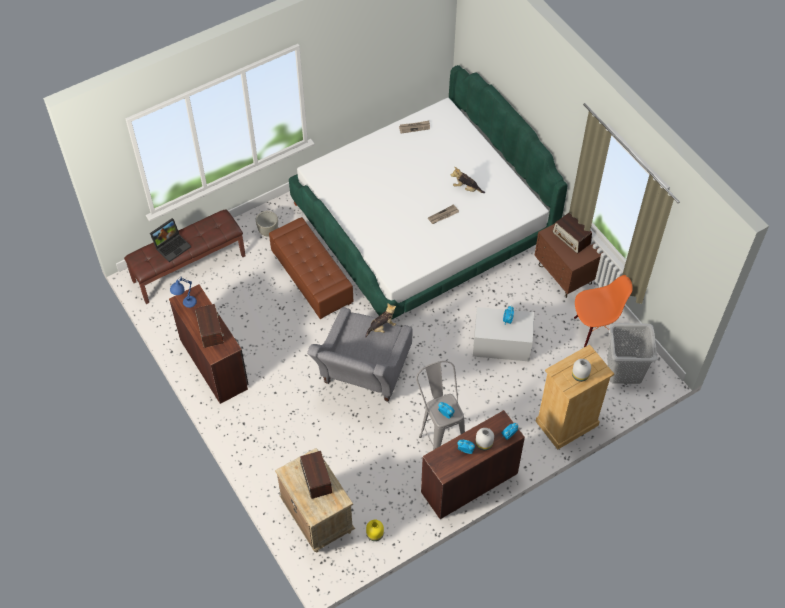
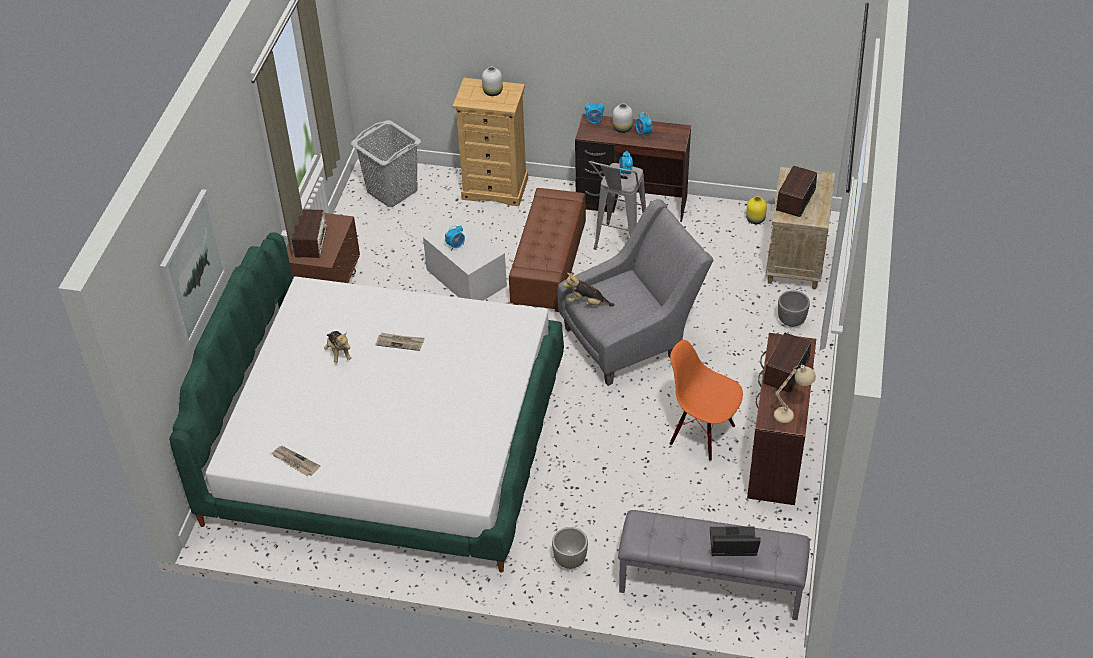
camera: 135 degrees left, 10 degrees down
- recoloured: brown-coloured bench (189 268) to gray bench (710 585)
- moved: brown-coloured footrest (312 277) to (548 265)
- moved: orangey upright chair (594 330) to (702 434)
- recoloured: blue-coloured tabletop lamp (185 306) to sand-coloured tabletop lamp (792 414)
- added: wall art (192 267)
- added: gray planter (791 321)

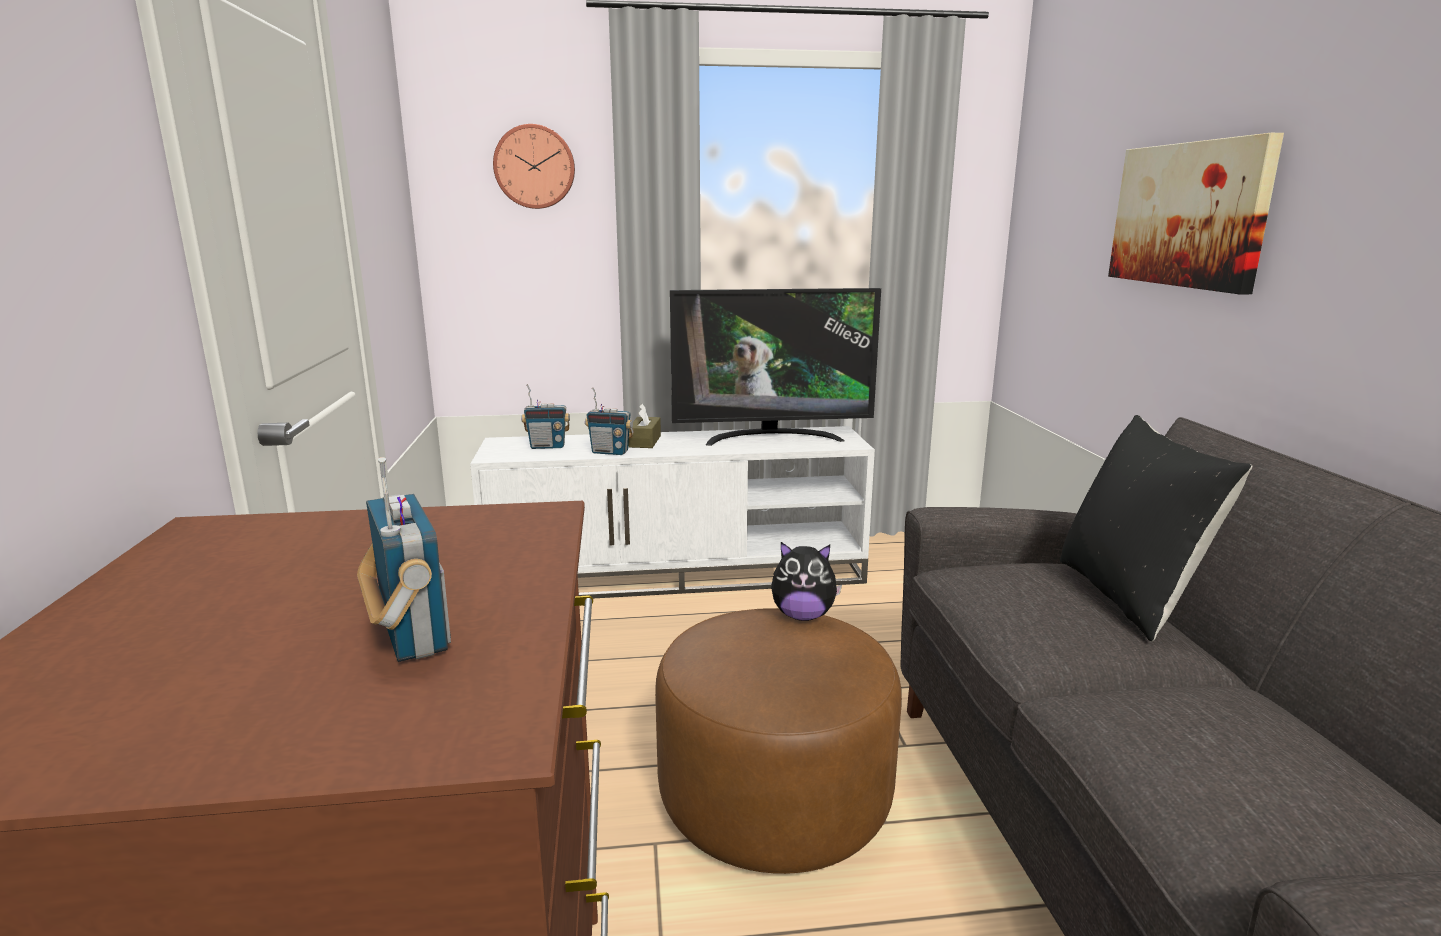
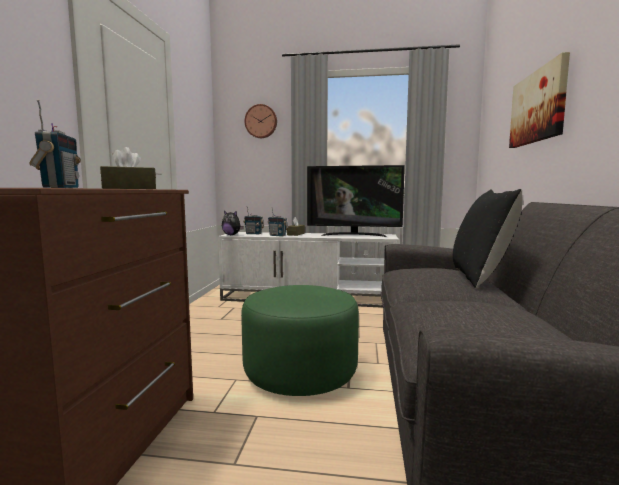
camera: 15 degrees right, 10 degrees down
- moved: plush toy (803 615) to (232 235)
- recoloured: brown-coloured footrest (773 798) to green footrest (300 372)
- added: brown-coloured box of tissues (129 188)

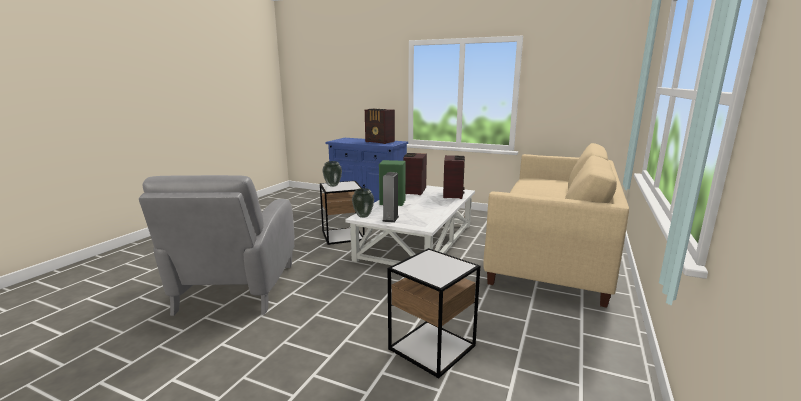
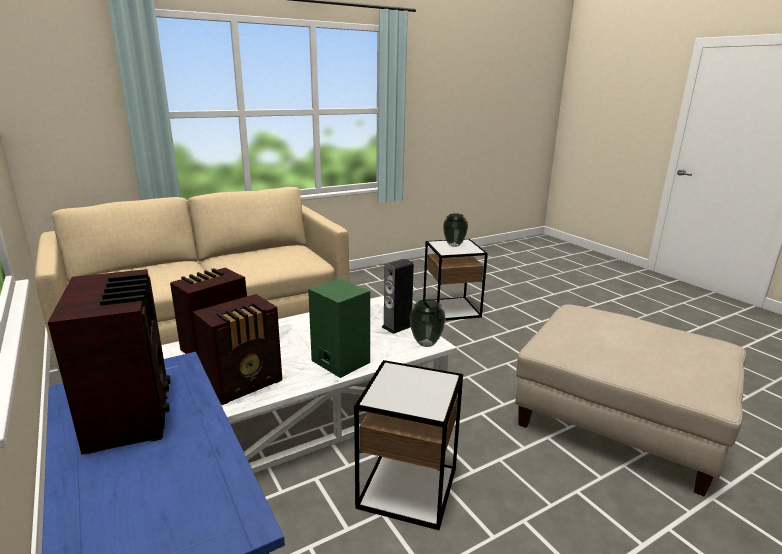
camera: 145 degrees left, 5 degrees up
- moved: decorative vase (333 185) to (454 245)
- replaced: gray armchair (236 290) to sand-coloured footrest (619 418)

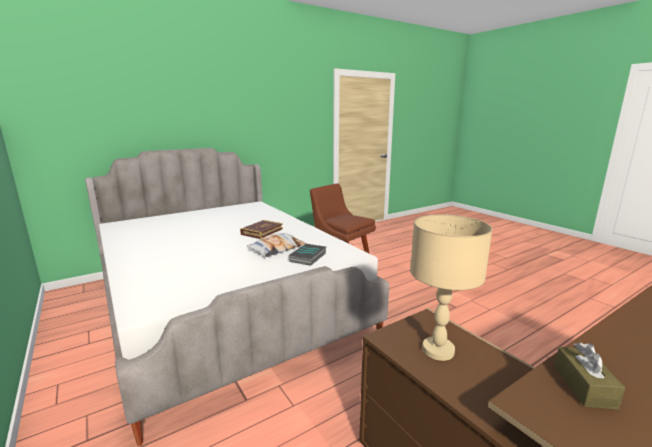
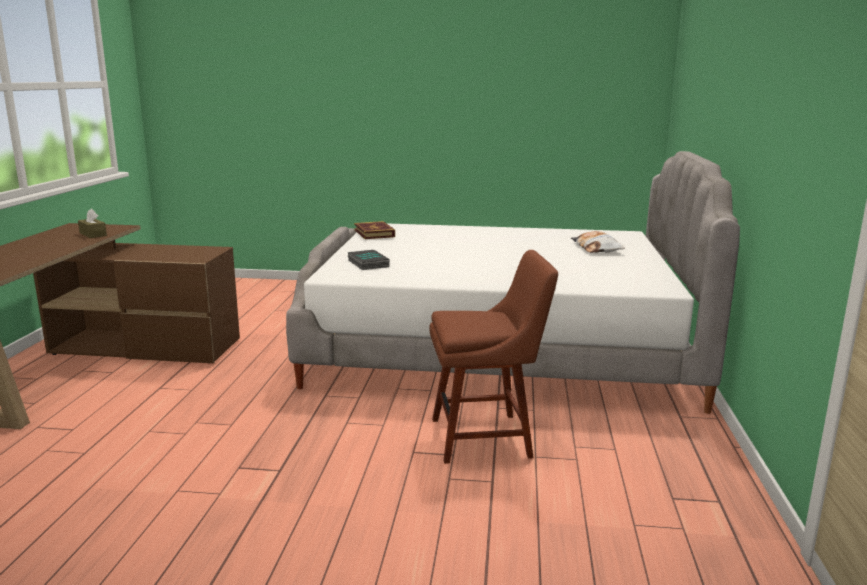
camera: 130 degrees right, 0 degrees up
- removed: sand-coloured tabletop lamp (438 351)
- moved: book (262 231) to (374 233)
- moved: cushion (277 249) to (597 248)

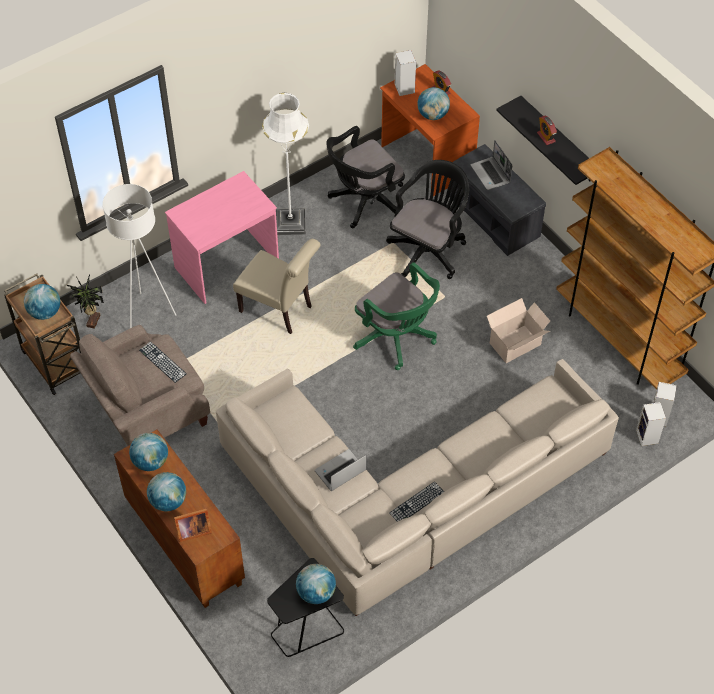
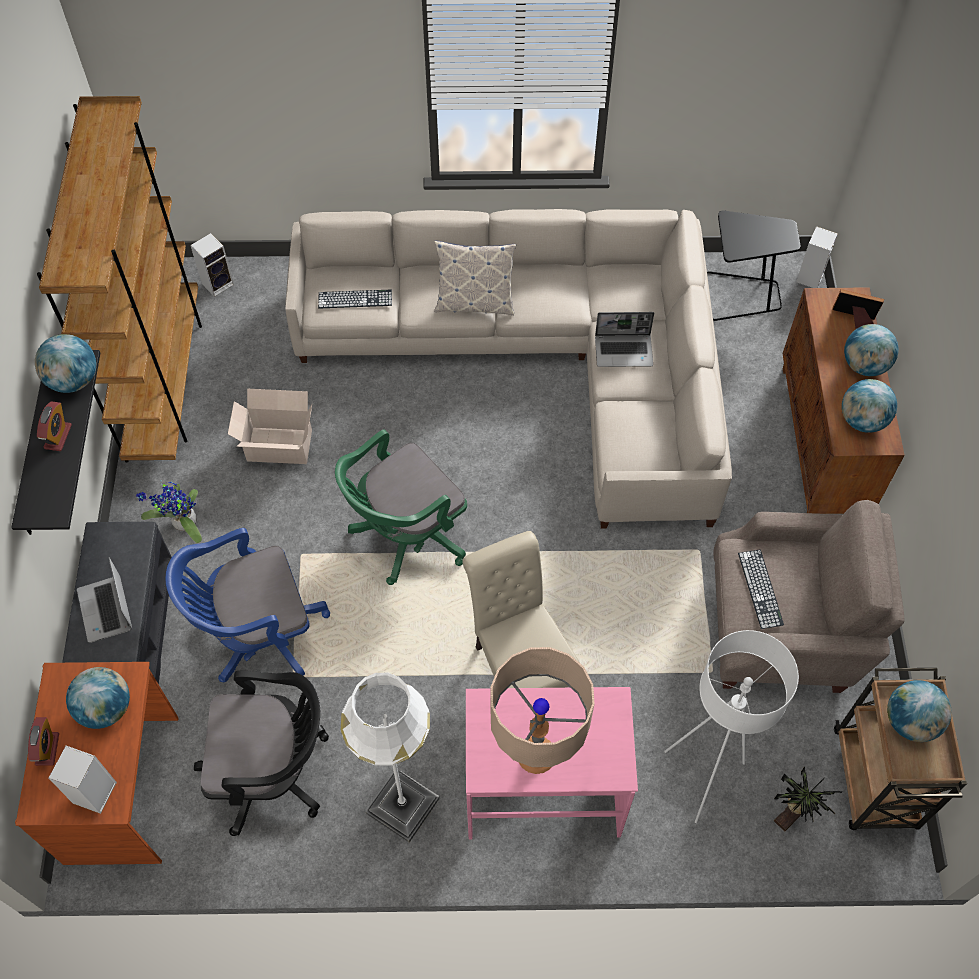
camera: 145 degrees left, 5 degrees up
- turned: notebook computer (491 174) = (106 610) 150 degrees clockwise
- recoloured: blackish desk chair (428 249) to blue-coloured desk chair (258 635)
- turned: green desk chair (397 338) = (406 536) 120 degrees counterclockwise
- moved: speaker (647 437) to (810 276)
- moved: computer keyboard (417 502) to (355 299)
- moved: world globe (316 592) to (73 380)
- added: cushion (475 303)
- added: houseplant (182 524)
- added: sand-coloured tabletop lamp (536 754)

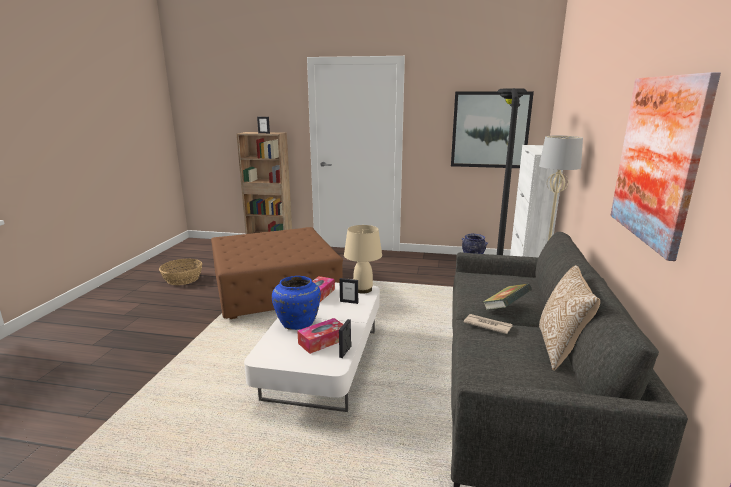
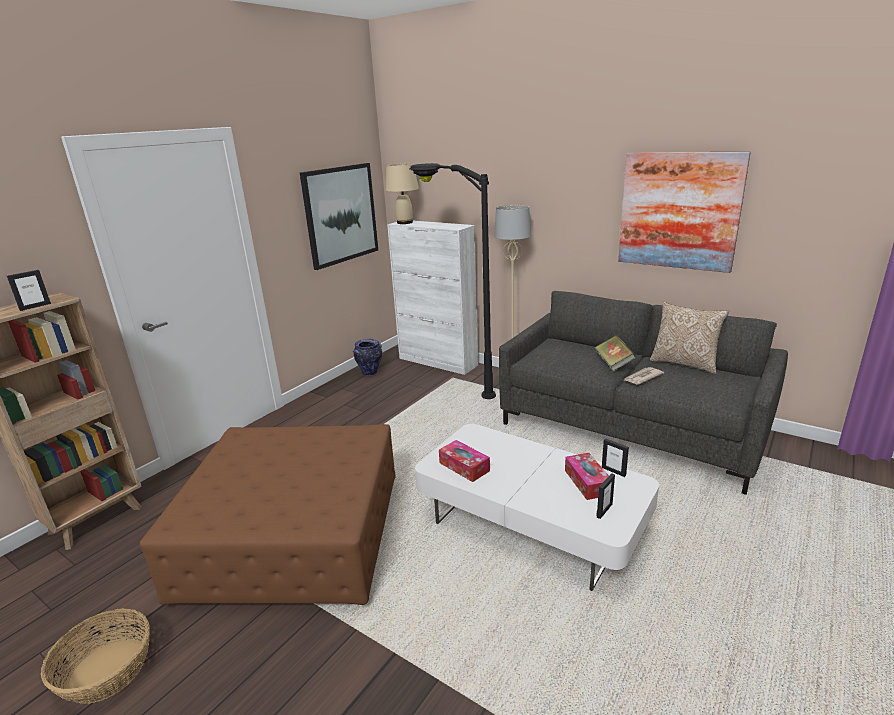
camera: 65 degrees left, 5 degrees up
- moved: sand-coloured tabletop lamp (363 290) to (405 222)
- removed: blue-coloured decorative vase (298 323)
- moved: standing frame (349 302) to (604 510)

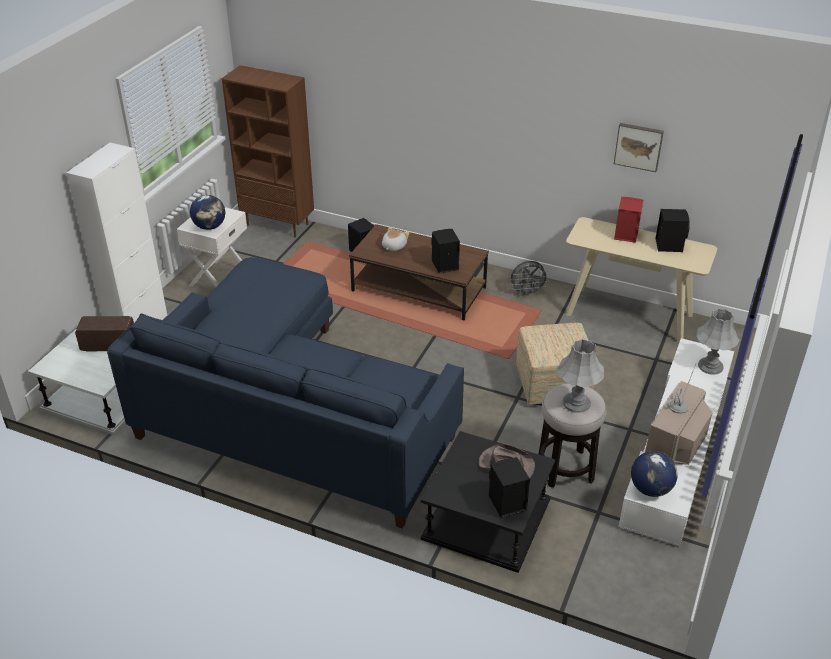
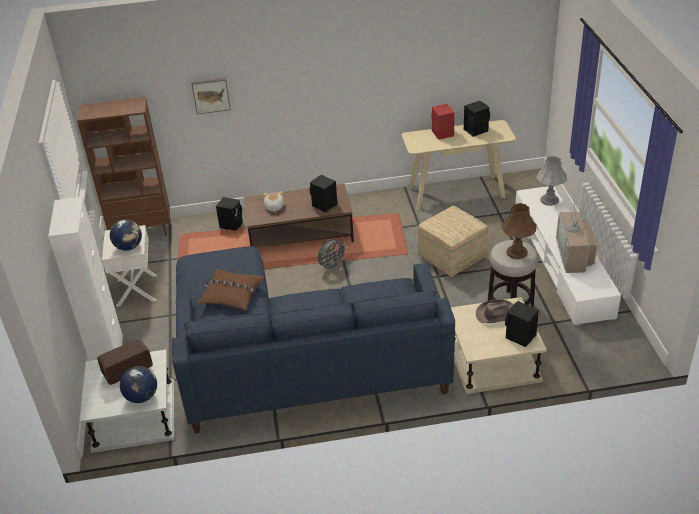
camera: 30 degrees left, 0 degrees up
- moved: wall art (638 146) to (211 95)
- moved: gray cooling fan (527 293) to (332 267)
- recoloured: gray tabletop lamp (576 403) to brown-coloured tabletop lamp (517 252)
- recoloured: blackish side table (486 519) to sand-coloured side table (493 360)
- moved: world globe (650 489) to (142 397)
- added: brown-coloured cushion (231 295)

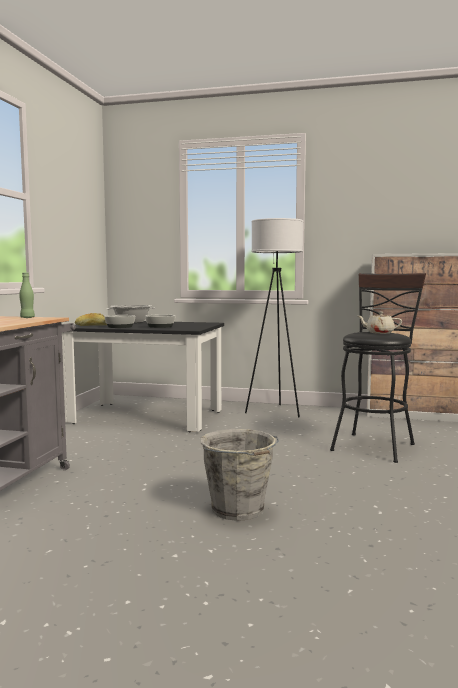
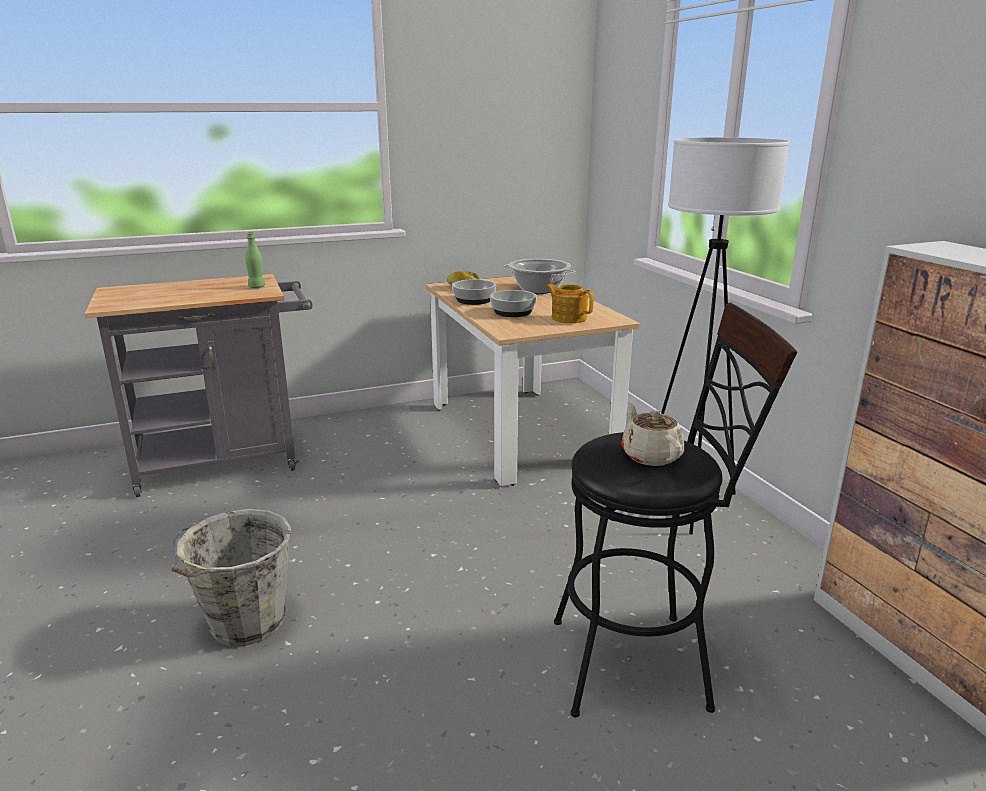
camera: 55 degrees right, 15 degrees up
- recoloured: blackish dinner table (146 417) to sand-coloured dinner table (520 432)
- added: pot for tea (568 318)

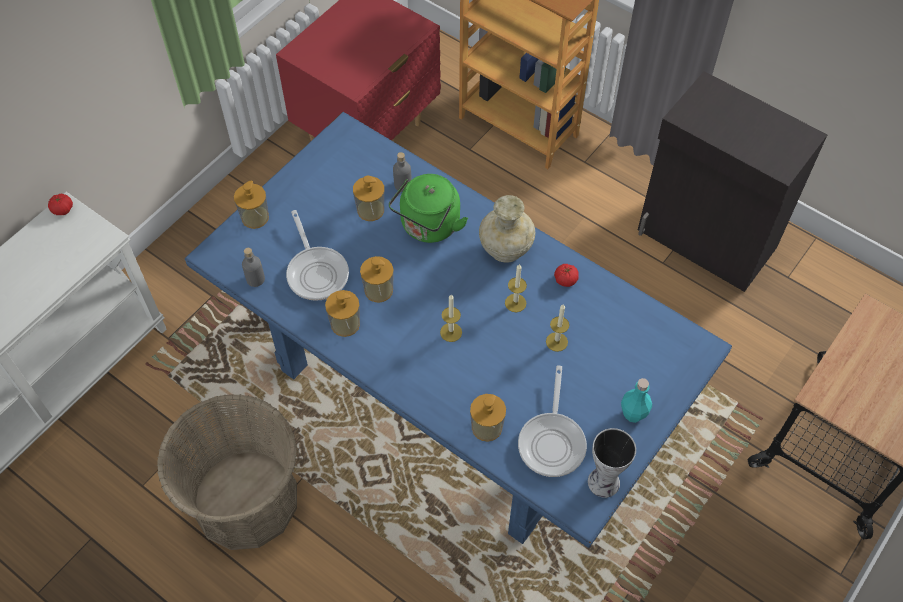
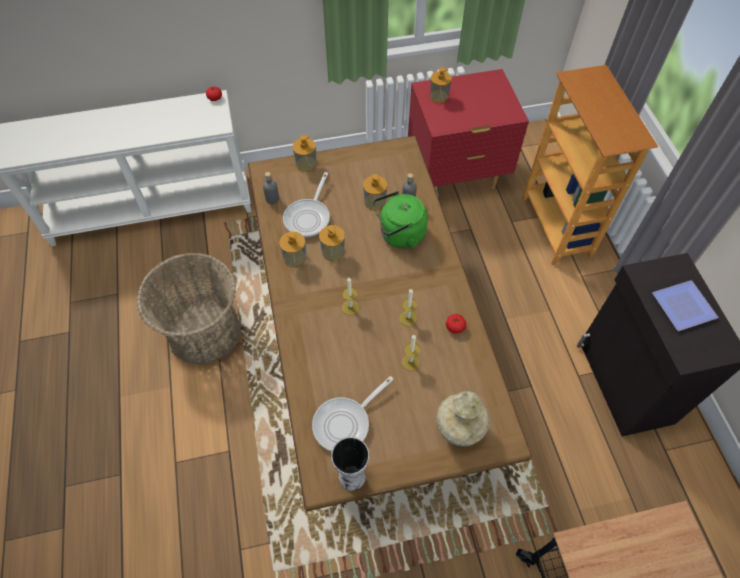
camera: 40 degrees right, 0 degrees up
- recoloured: blue-coloured dinner table (454 388) to brown-coloured dinner table (371 356)
- moved: sand-coloured decorative vase (506 251) to (458 430)
- removed: blue-green beverage bottle (633 414)
- moved: soap dispenser (487 427) to (439 96)
- added: plate (682 308)

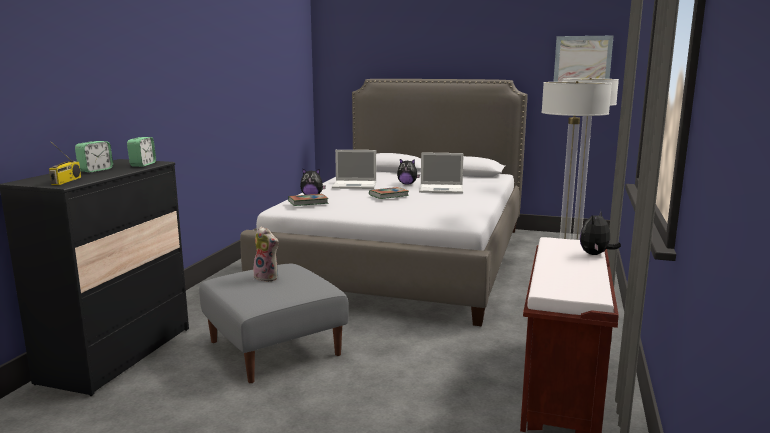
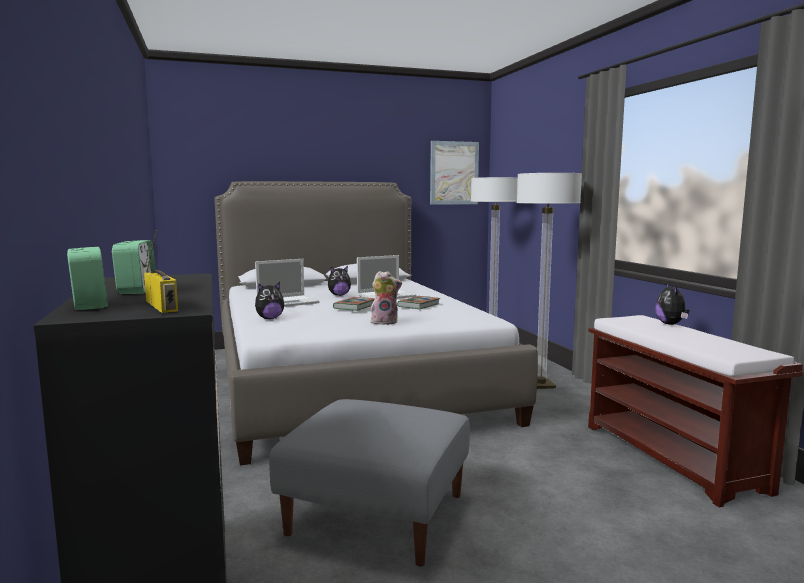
camera: 35 degrees left, 5 degrees down
- moved: alarm clock (143 164) to (90 305)
- moved: book (308 202) to (418 305)
- moved: plush toy (268 277) to (385 322)

